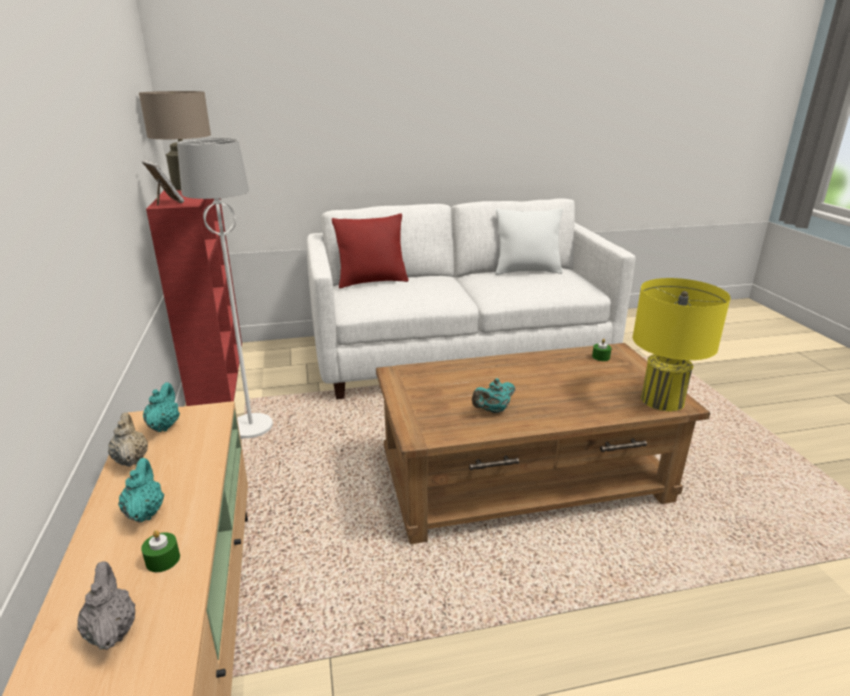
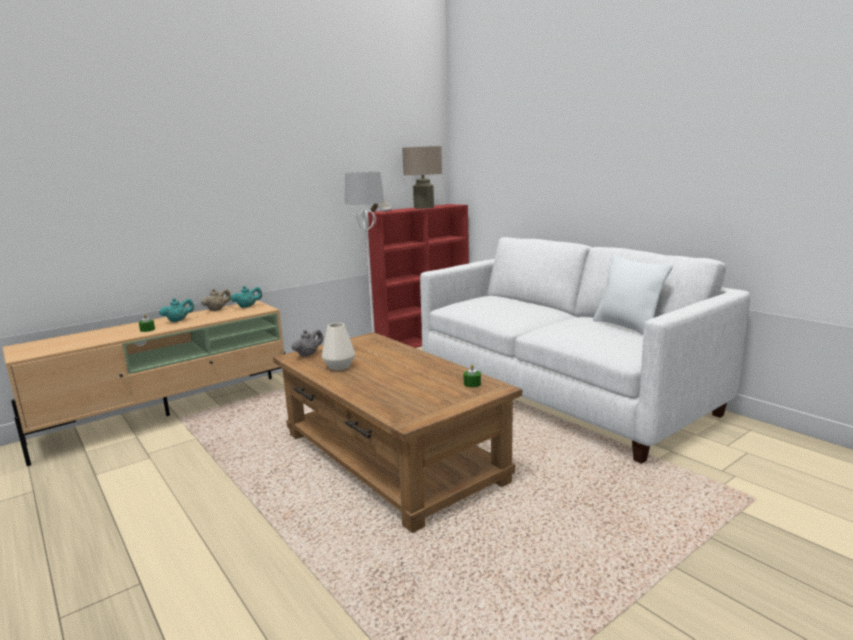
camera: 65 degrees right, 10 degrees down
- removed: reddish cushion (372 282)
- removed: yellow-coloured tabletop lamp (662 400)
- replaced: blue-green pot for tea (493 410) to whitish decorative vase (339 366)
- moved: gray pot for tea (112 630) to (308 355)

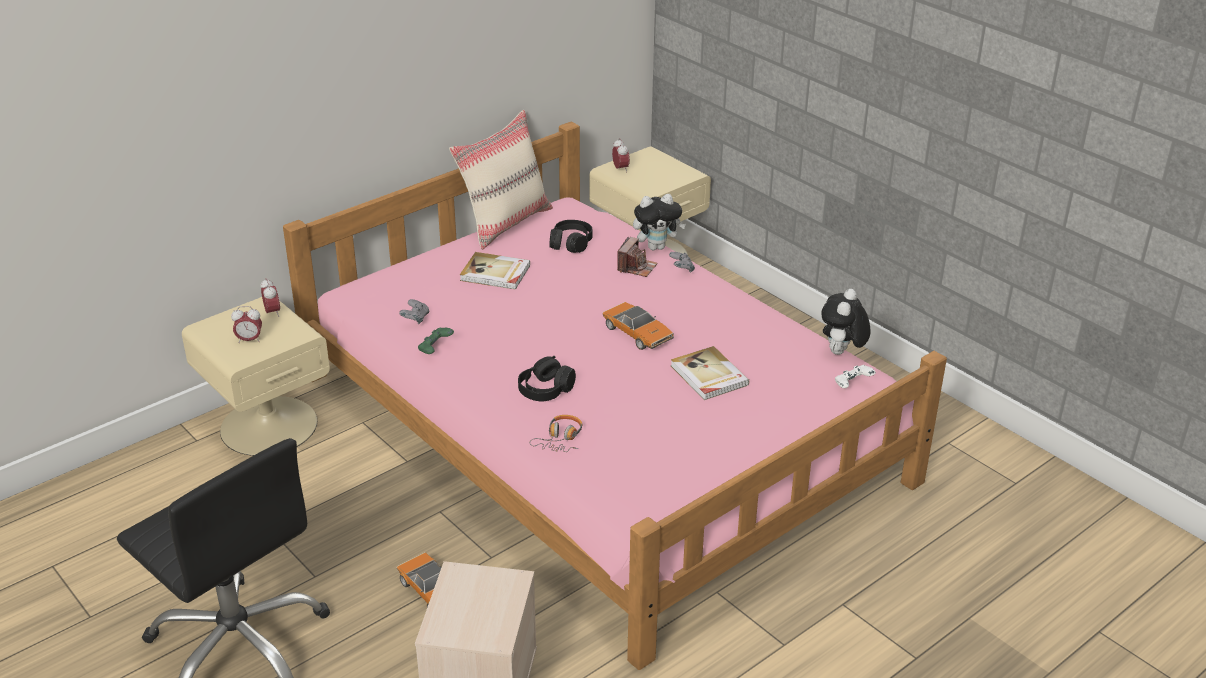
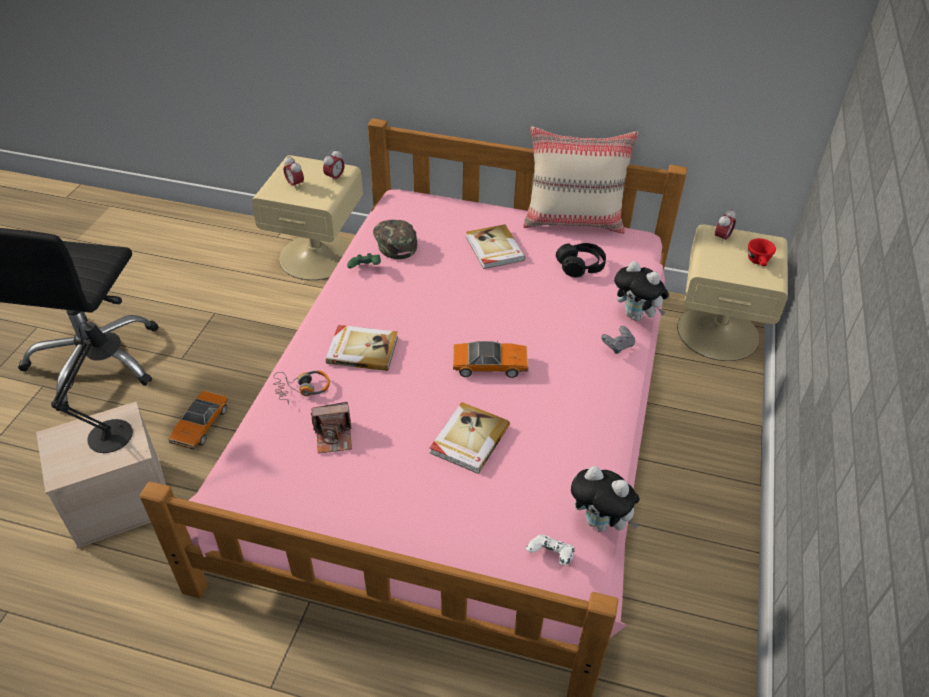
camera: 55 degrees right, 10 degrees up
- moved: still camera (636 267) to (334 437)
- turned: plush toy (841 353) = (600 523) 135 degrees counterclockwise
- replaced: gray gamepad (415 319) to green cap (394 241)
- turned: model car (637 334) = (490 365) 105 degrees counterclockwise
- replaced: blackish headphones (545 390) to book (362 349)
- added: reddish drinking cup (758 262)
- added: blackish tabletop lamp (115 431)

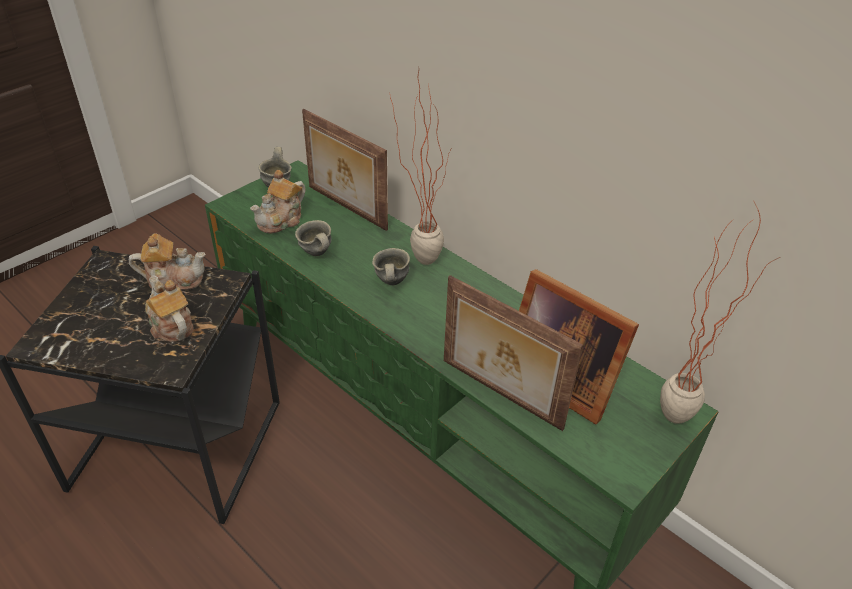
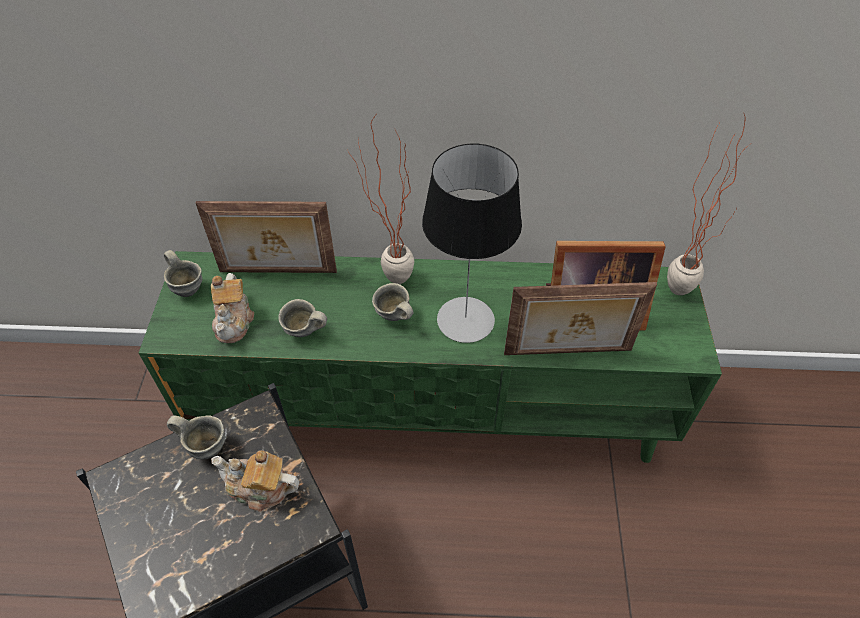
camera: 40 degrees left, 10 degrees up
- replaced: pot for tea (174 279) to gray mug (206 445)
- added: tabletop lamp (465 320)

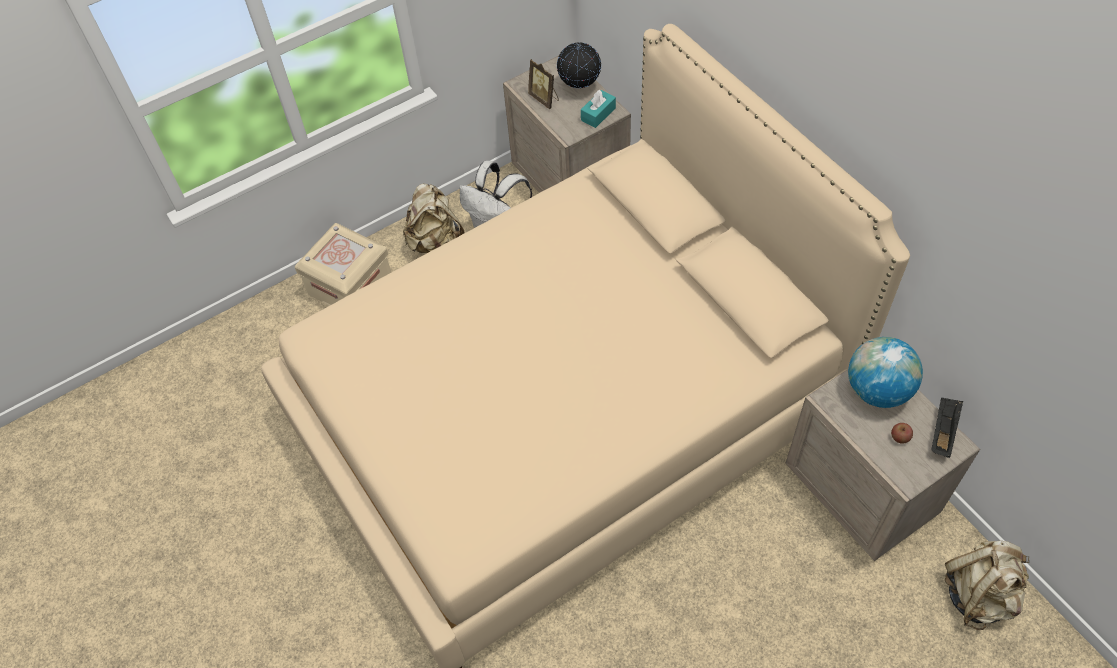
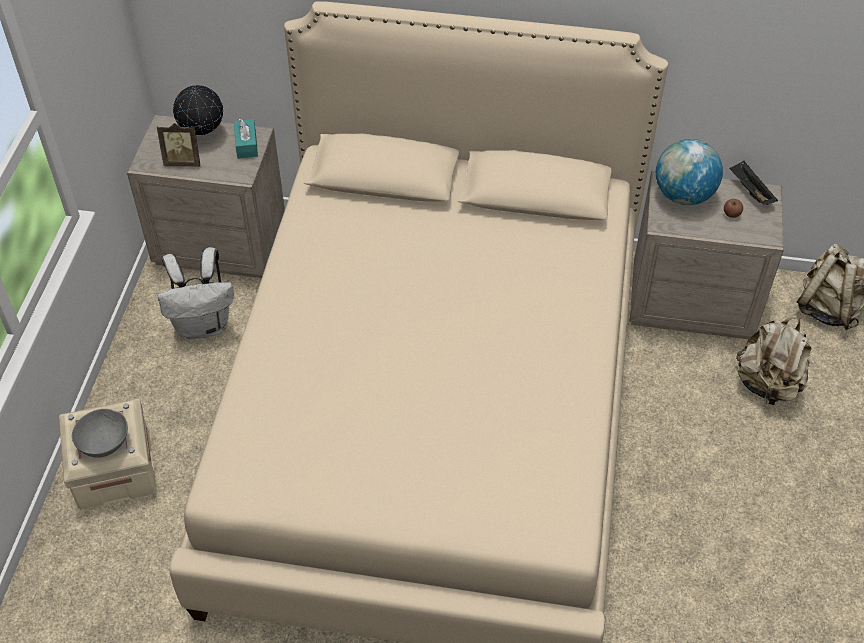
camera: 50 degrees left, 5 degrees down
- moved: sand-coloured knapsack (435 242) to (767 384)
- added: gray serving bowl (104 443)

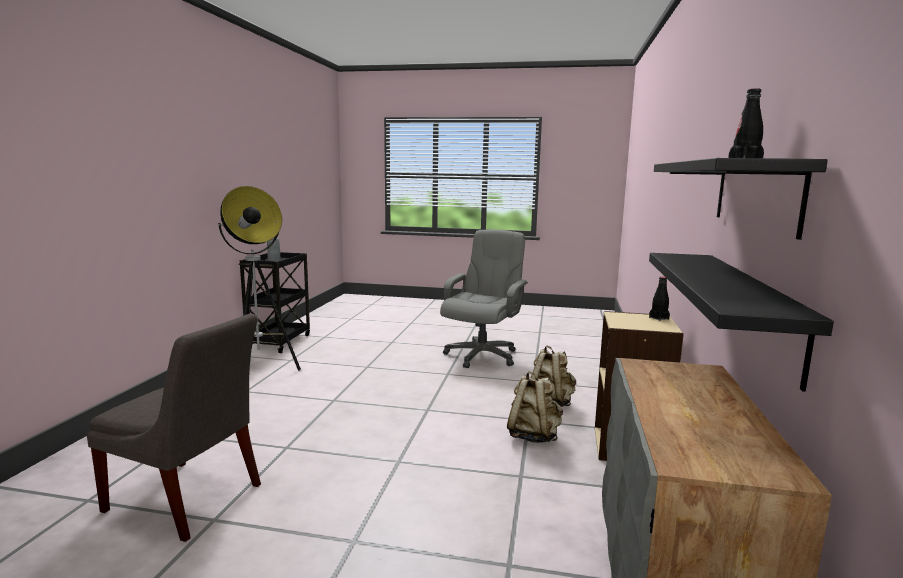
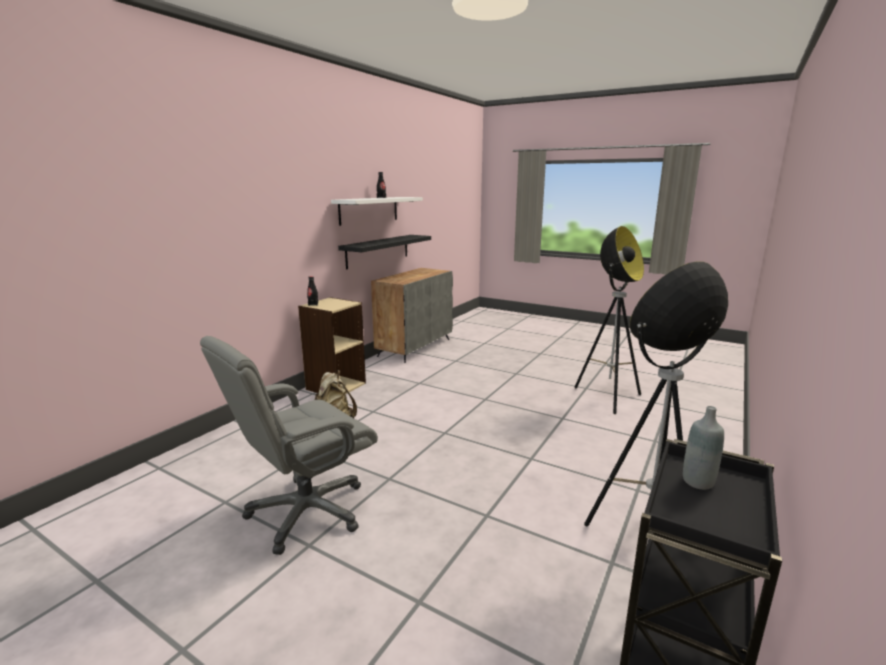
camera: 160 degrees left, 5 degrees up
- recoloured: blackish shelf (755 194) to whitish shelf (369 210)
- replaced: gray upright chair (188 500) to standard lamp (607 397)
- removed: sand-coloured knapsack (533 436)

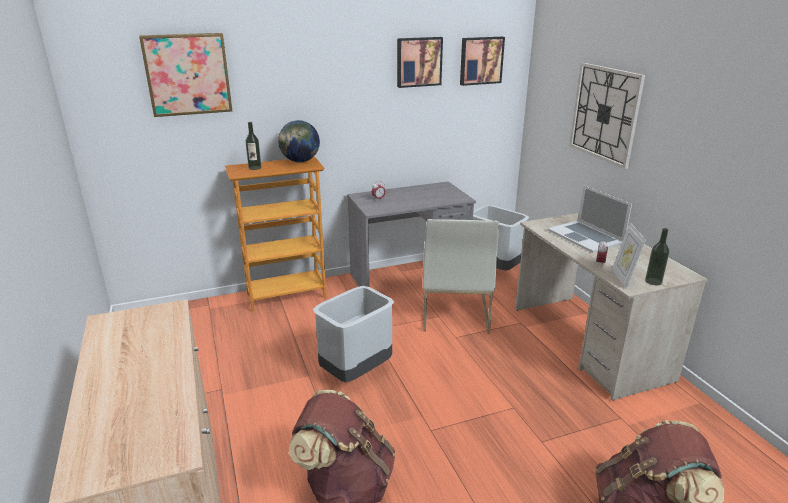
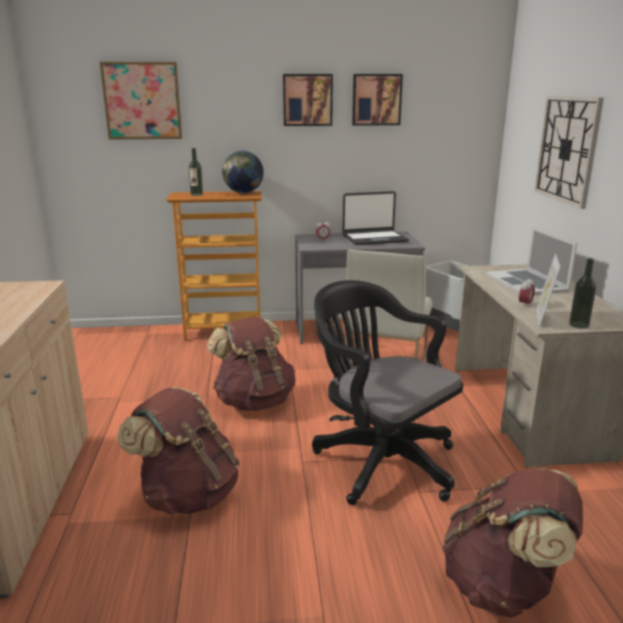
camera: 15 degrees right, 5 degrees down
- moved: wall art (480 60) to (307 100)
- replaced: gray trash can (356 371) to brown-coloured knapsack (254 401)
- added: notebook computer (374 238)
- added: blackish desk chair (380 460)

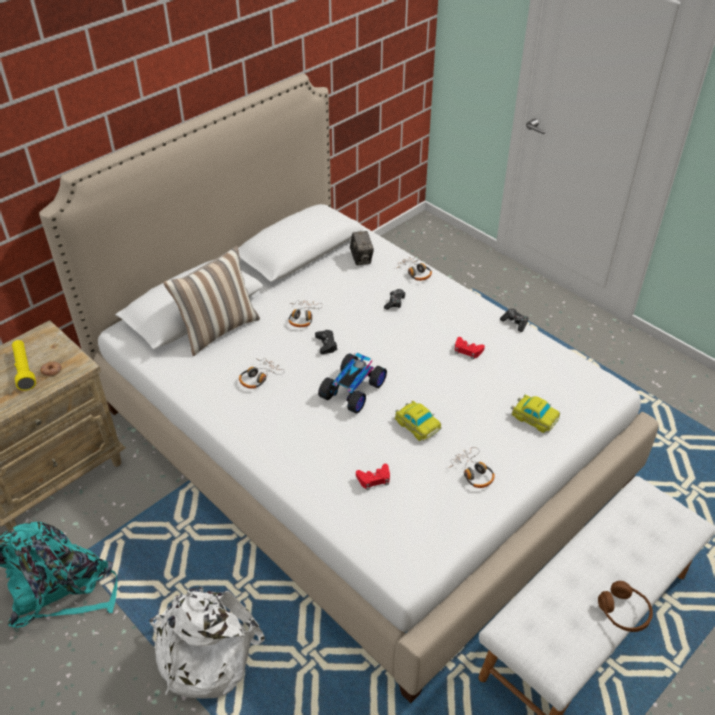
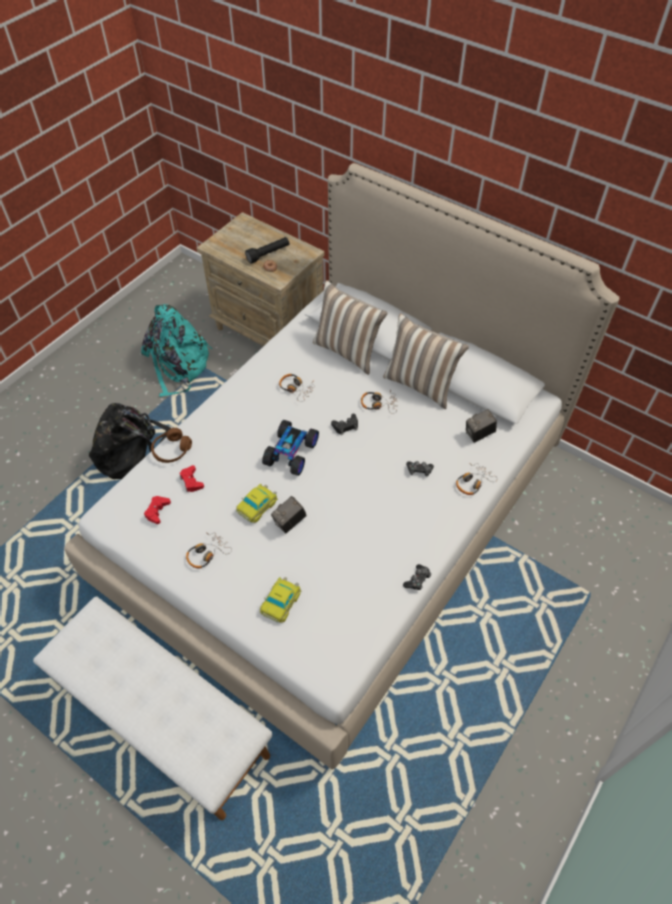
camera: 80 degrees right, 10 degrees up
- moved: reddish gamepad (467 350) to (157 511)
- recoloured: yellow-coloured flashlight (24 370) to blackish flashlight (268 254)
- turned: model car (352 389) = (292 453) 90 degrees clockwise
- moved: brown-coloured headphones (624 612) to (172 450)
- recoloured: whitish knapsack (203 652) to blackish knapsack (133 453)
- added: cushion (420 384)
- added: still camera (289 522)

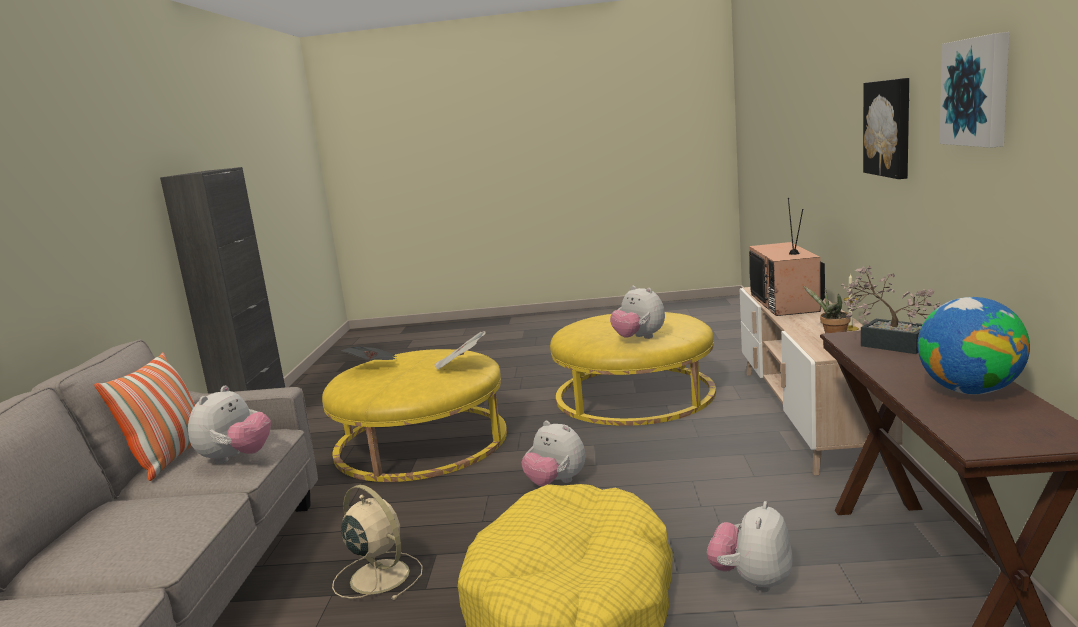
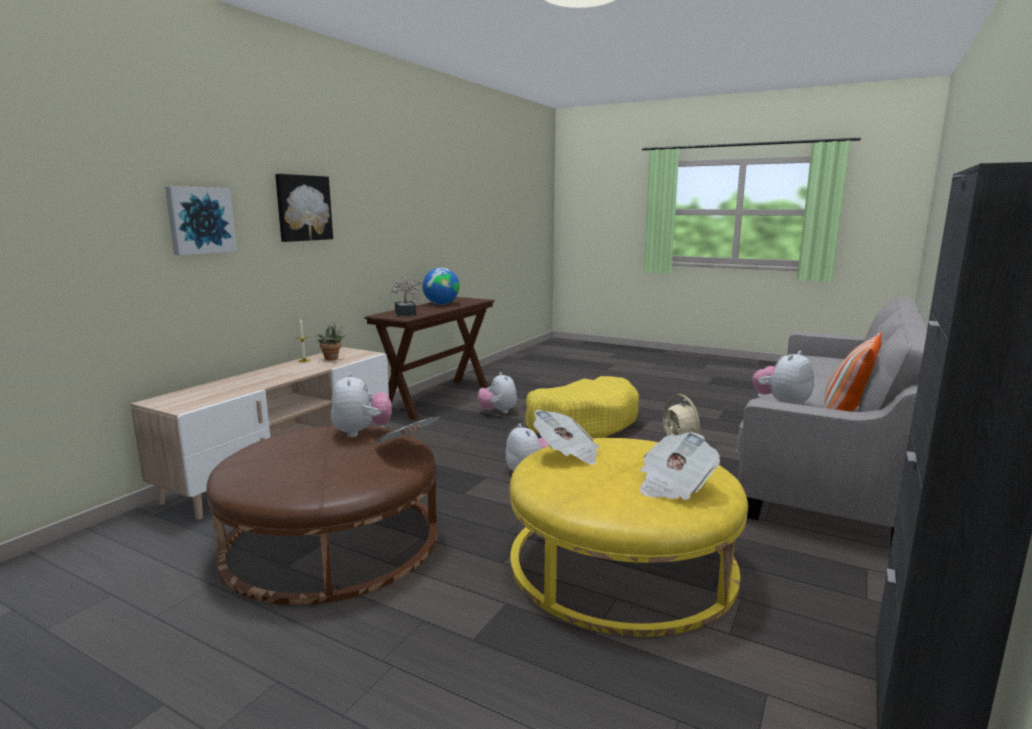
camera: 155 degrees left, 0 degrees up
- moved: wall art (978 91) to (200 220)
- removed: TV set (786 303)
- recoloured: yellow-coloured footrest (634 393) to brown-coloured footrest (332 539)
- turned: plush toy (752 581) = (498 412) 105 degrees clockwise
- added: newspaper (407 447)

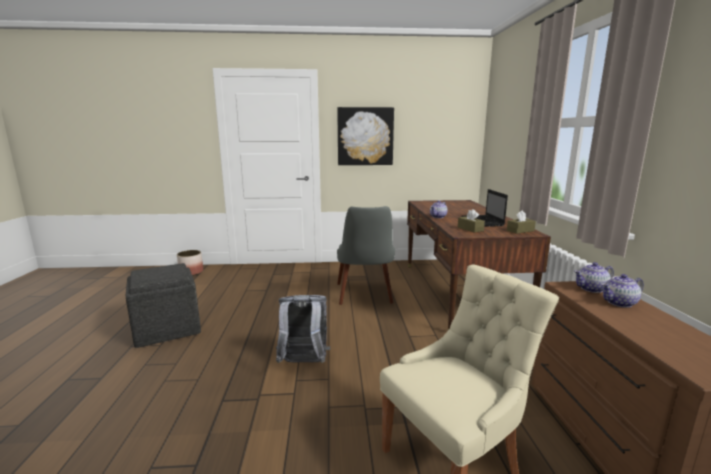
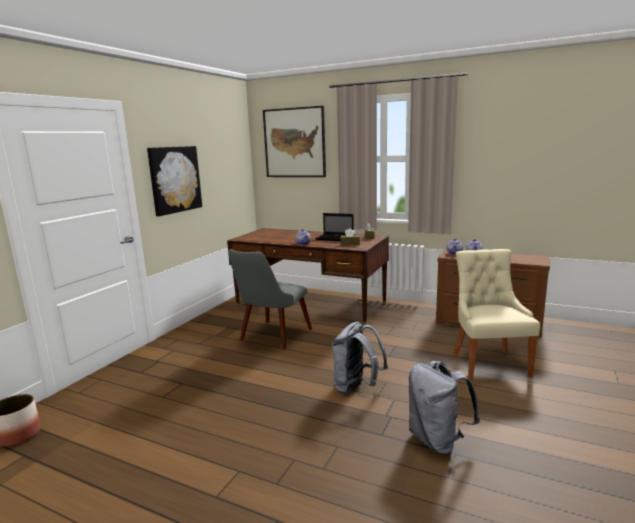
camera: 60 degrees left, 0 degrees up
- turned: gray upright chair (365 296) = (271 338) 90 degrees clockwise
- removed: gray footrest (168 328)
- added: wall art (294 143)
- added: gray knapsack (437 440)

